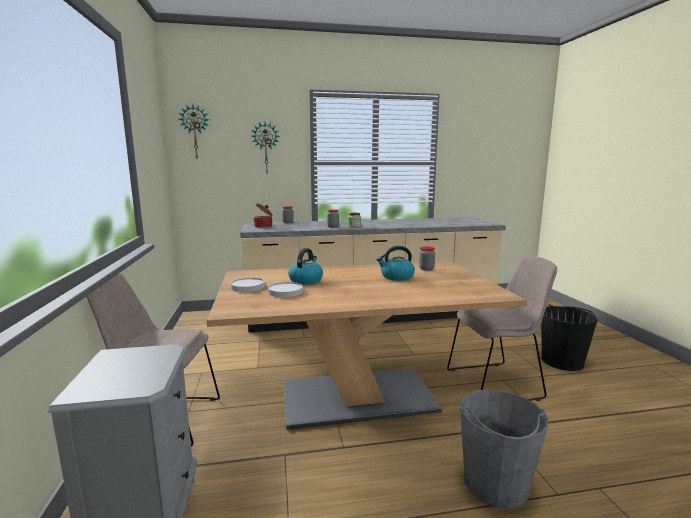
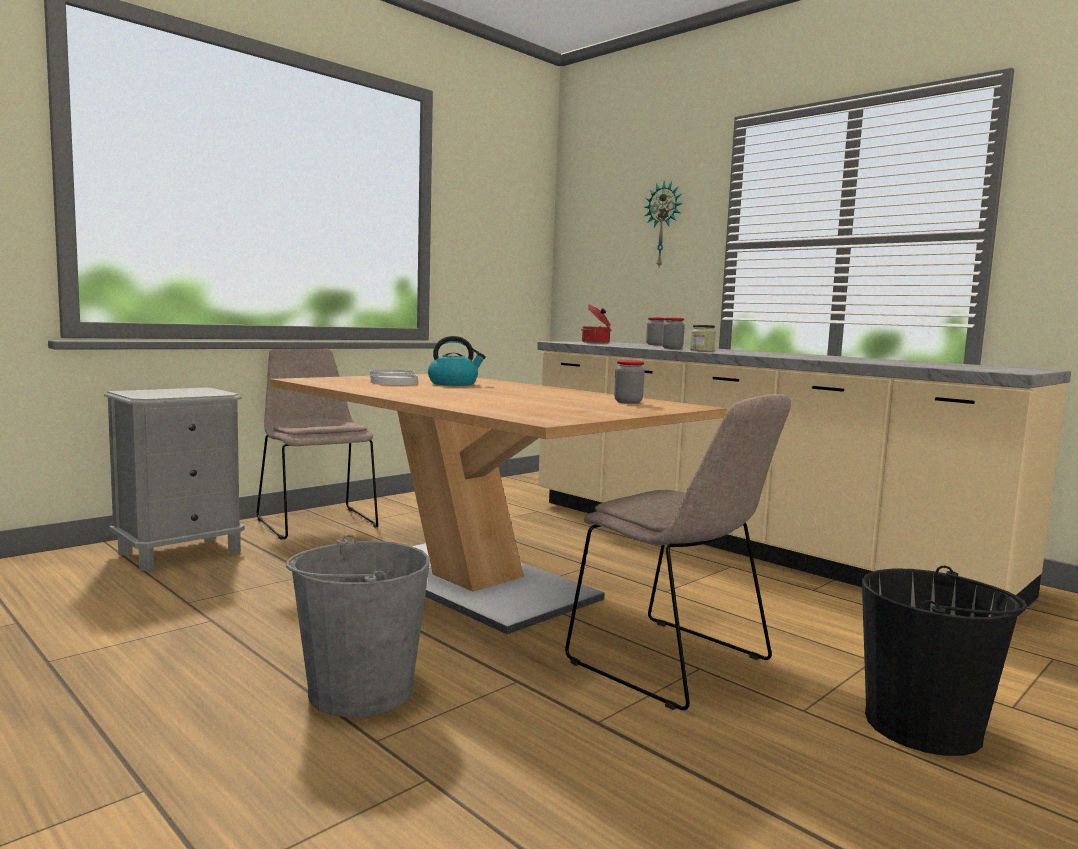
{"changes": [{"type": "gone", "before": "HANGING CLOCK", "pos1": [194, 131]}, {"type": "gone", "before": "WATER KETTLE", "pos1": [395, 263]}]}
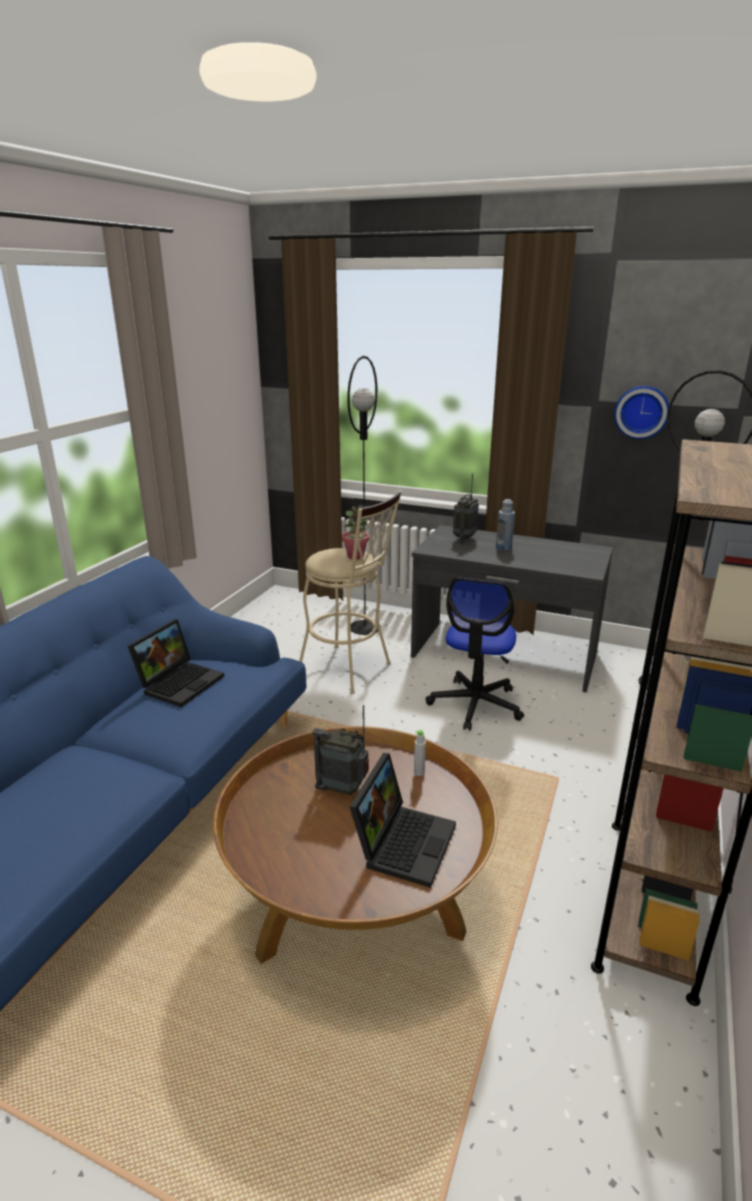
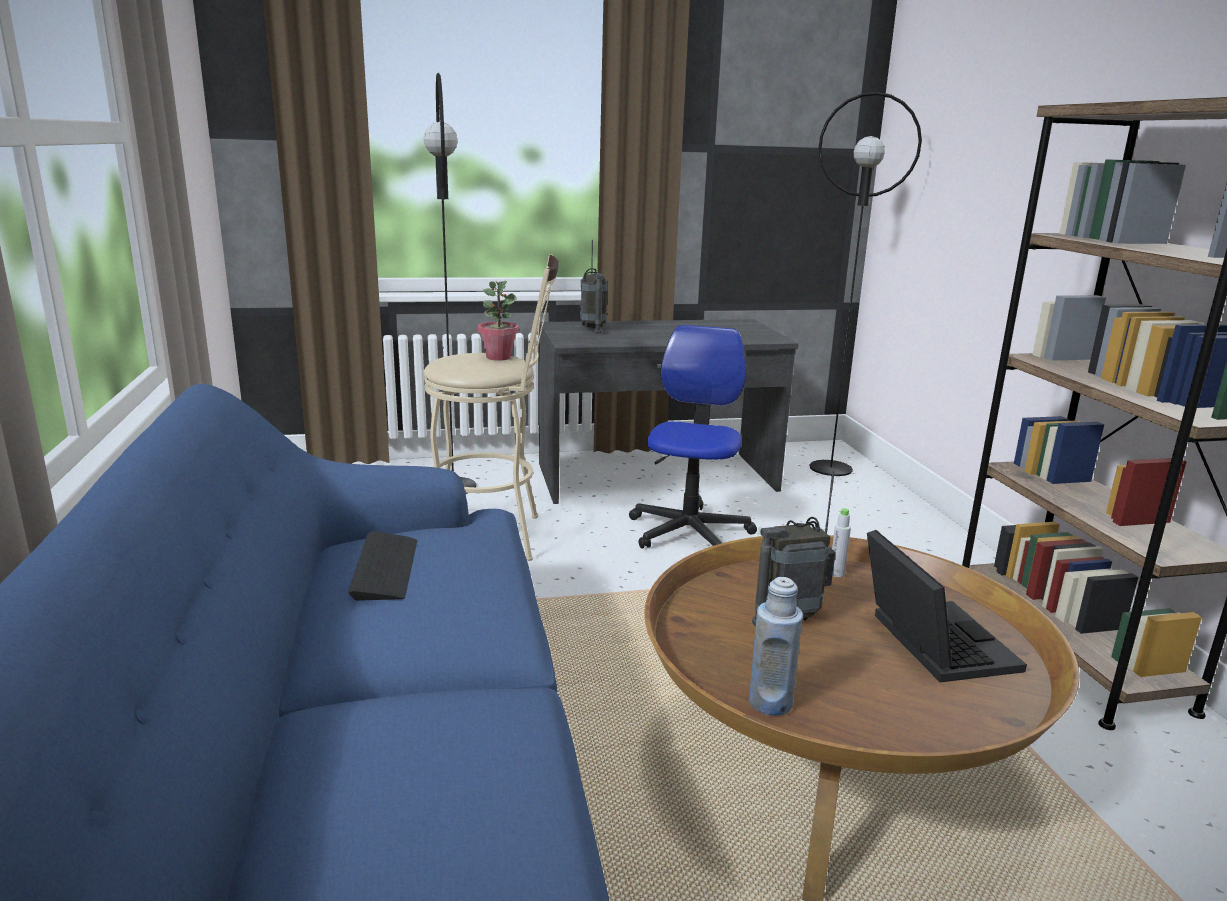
{"changes": [{"type": "gone", "before": "HANGING CLOCK", "pos1": [641, 412]}, {"type": "shifted", "before": "BLUE-COLOURED BEVERAGE BOTTLE", "pos1": [505, 524], "pos2": [776, 646]}, {"type": "rotated", "before": "DESK CHAIR", "pos1": [475, 654], "pos2": [693, 437], "turn": -150}, {"type": "swapped", "before": "PORTABLE COMPUTER", "after": "PC KEYBOARD", "pos1": [176, 663], "pos2": [382, 566]}]}
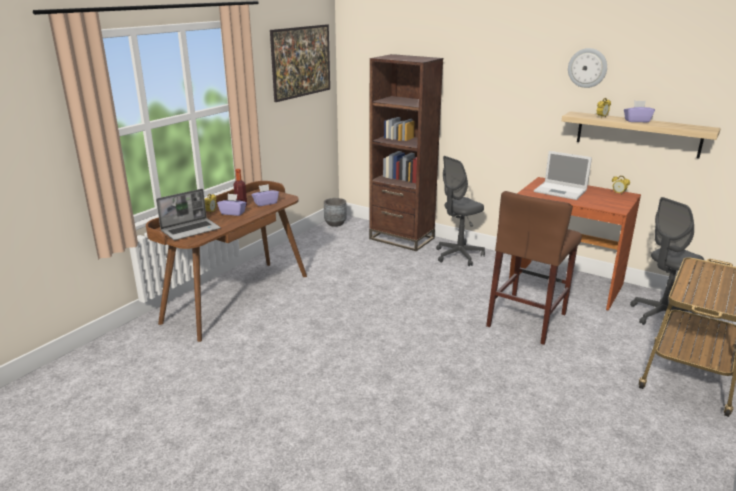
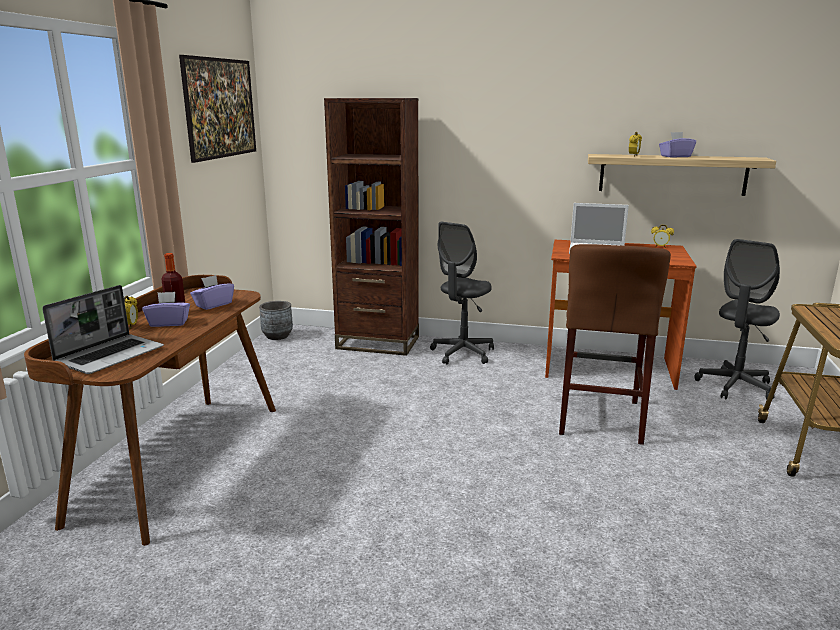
{"changes": [{"type": "gone", "before": "HANGING CLOCK", "pos1": [587, 68]}]}
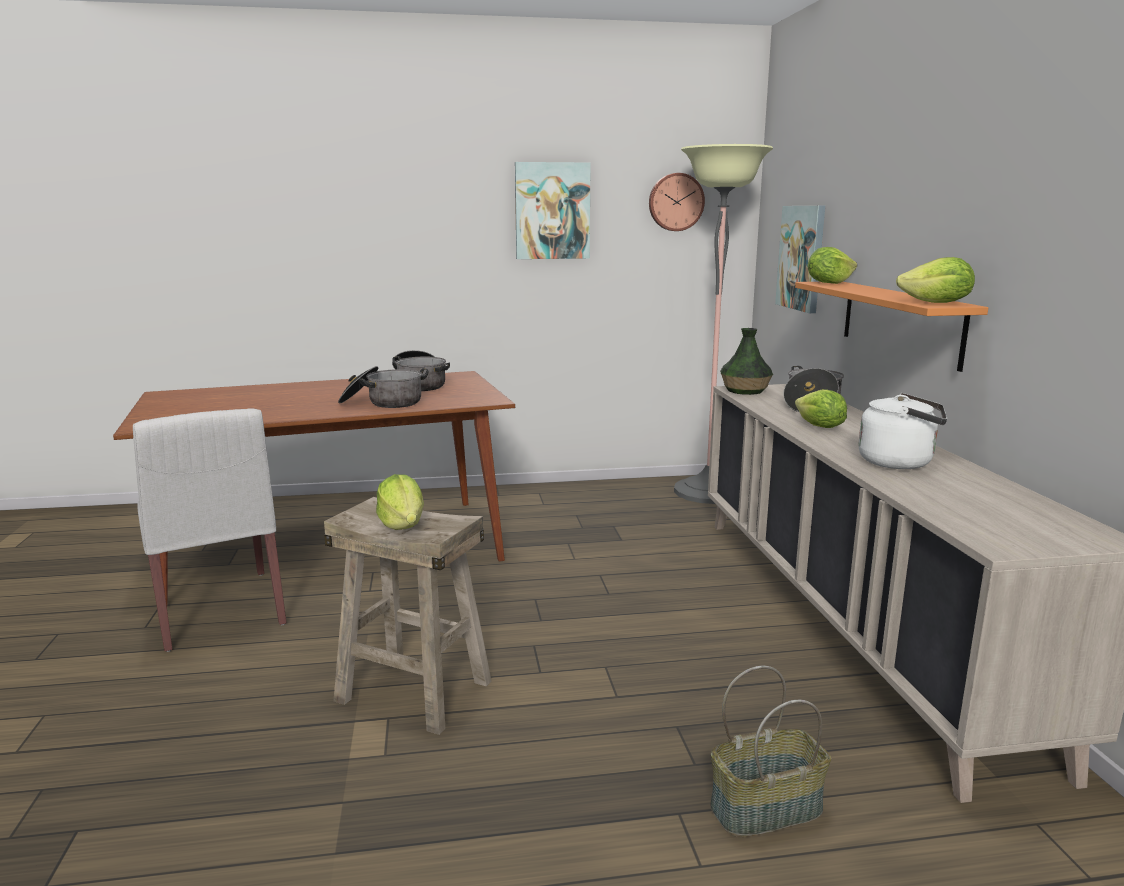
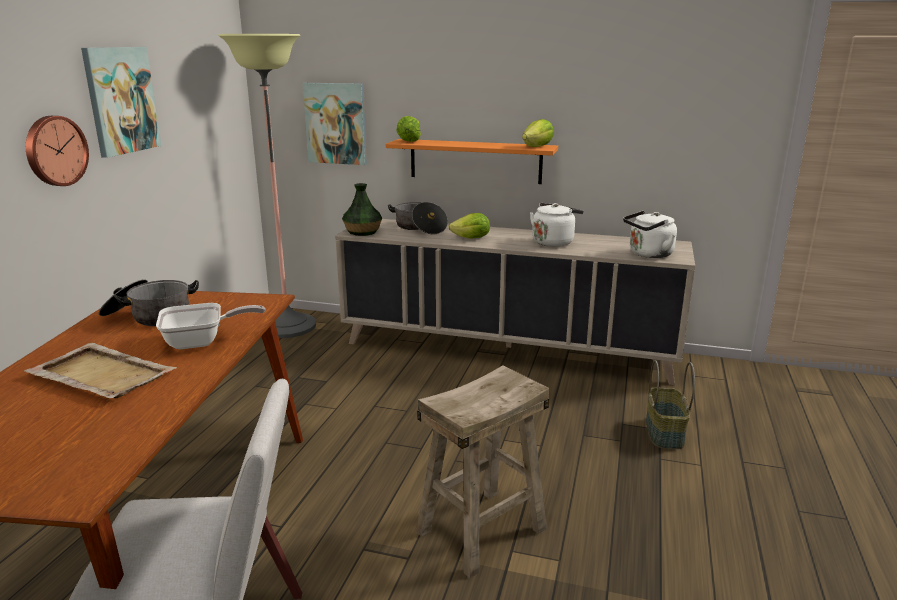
{"changes": [{"type": "shifted", "before": "HANGING CLOCK", "pos1": [677, 202], "pos2": [57, 151]}, {"type": "swapped", "before": "STOCKPOT", "after": "PAN", "pos1": [383, 387], "pos2": [210, 326]}, {"type": "gone", "before": "LETTUCE HEAD", "pos1": [400, 502]}, {"type": "new", "after": "WHITE-COLOURED WATER KETTLE", "pos2": [650, 234]}, {"type": "new", "after": "SAND-COLOURED TRAY", "pos2": [100, 370]}]}
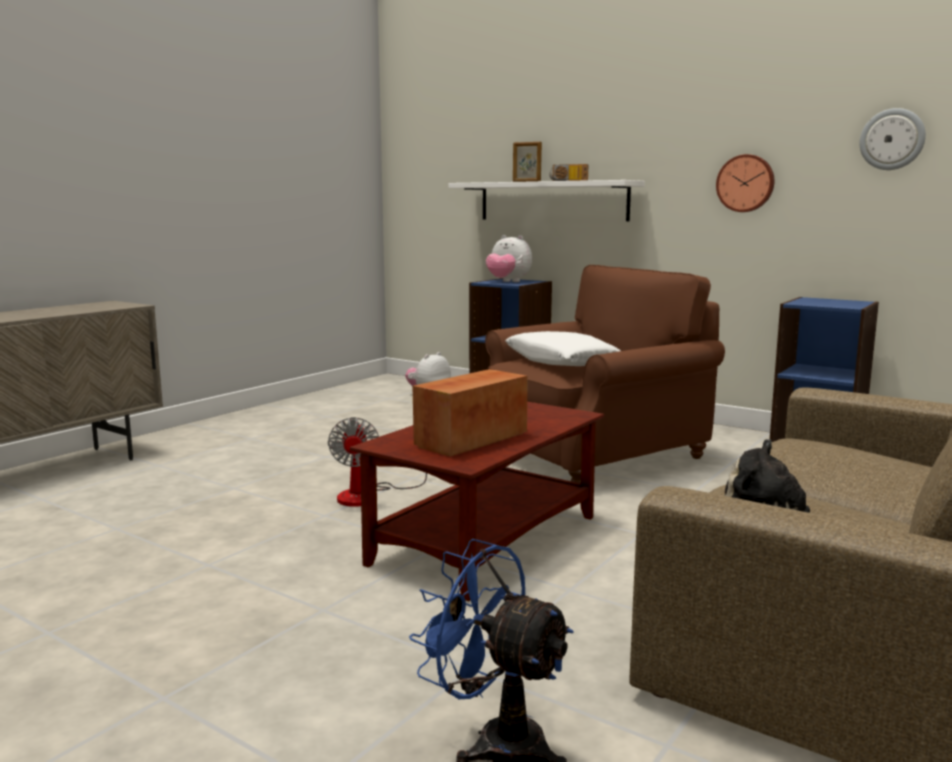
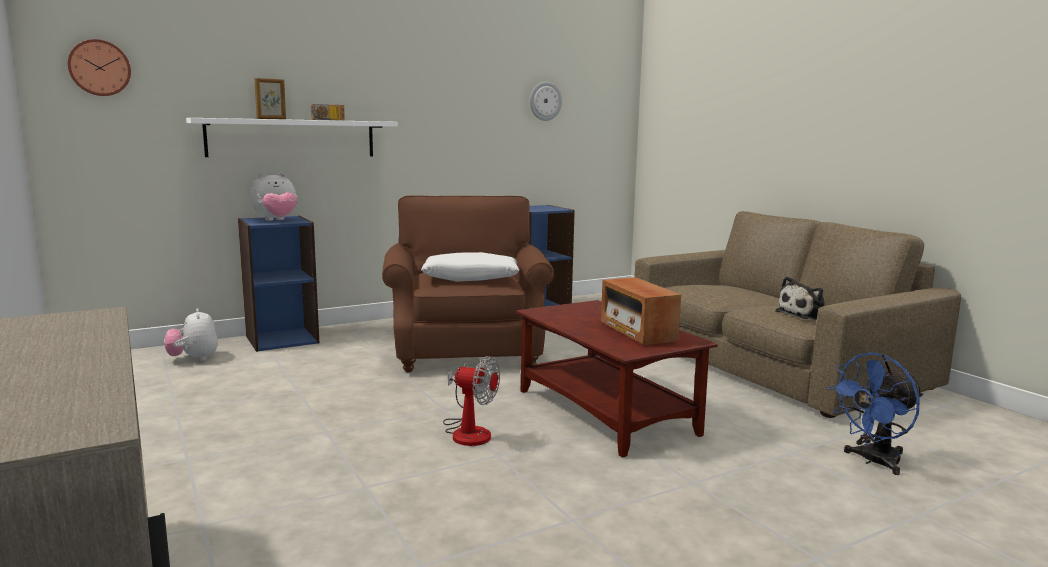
{"changes": [{"type": "shifted", "before": "HANGING CLOCK", "pos1": [745, 183], "pos2": [99, 67]}]}
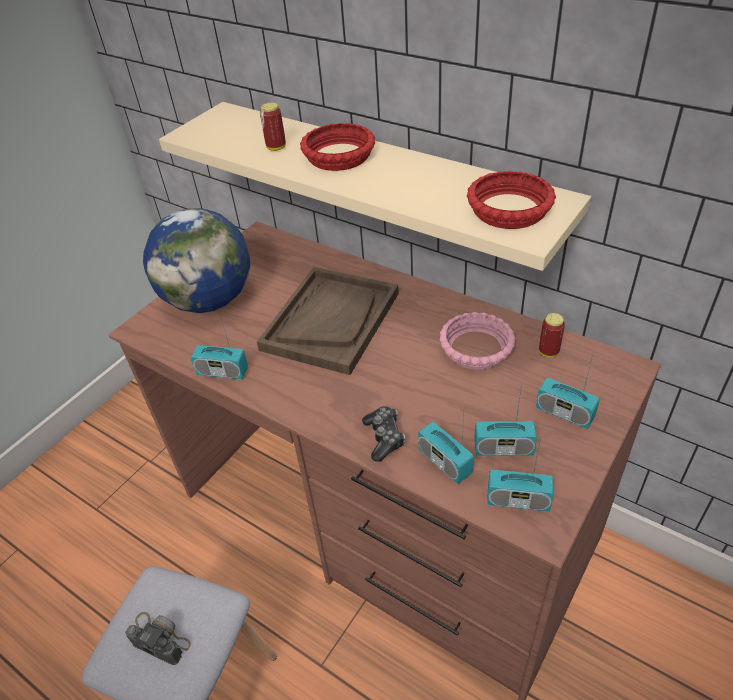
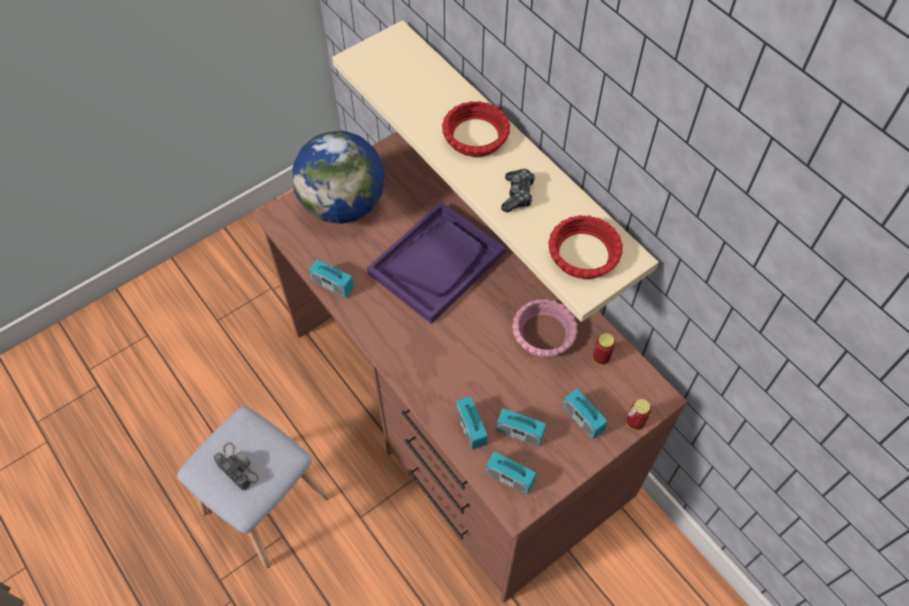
{"changes": [{"type": "shifted", "before": "METAL CAN", "pos1": [273, 127], "pos2": [638, 414]}, {"type": "repainted", "before": "BROWN TRAY", "after": "PURPLE-COLOURED TRAY", "pos1": [328, 321], "pos2": [436, 263]}, {"type": "shifted", "before": "GAME CONTROLLER", "pos1": [383, 434], "pos2": [518, 190]}]}
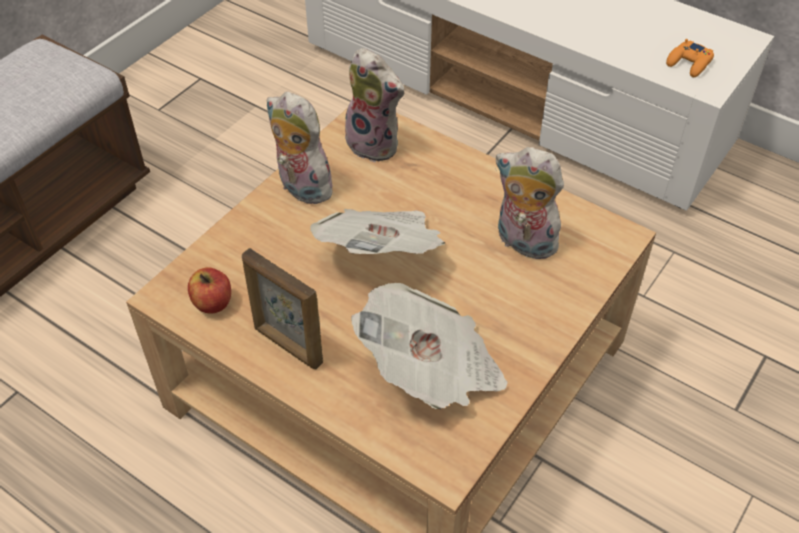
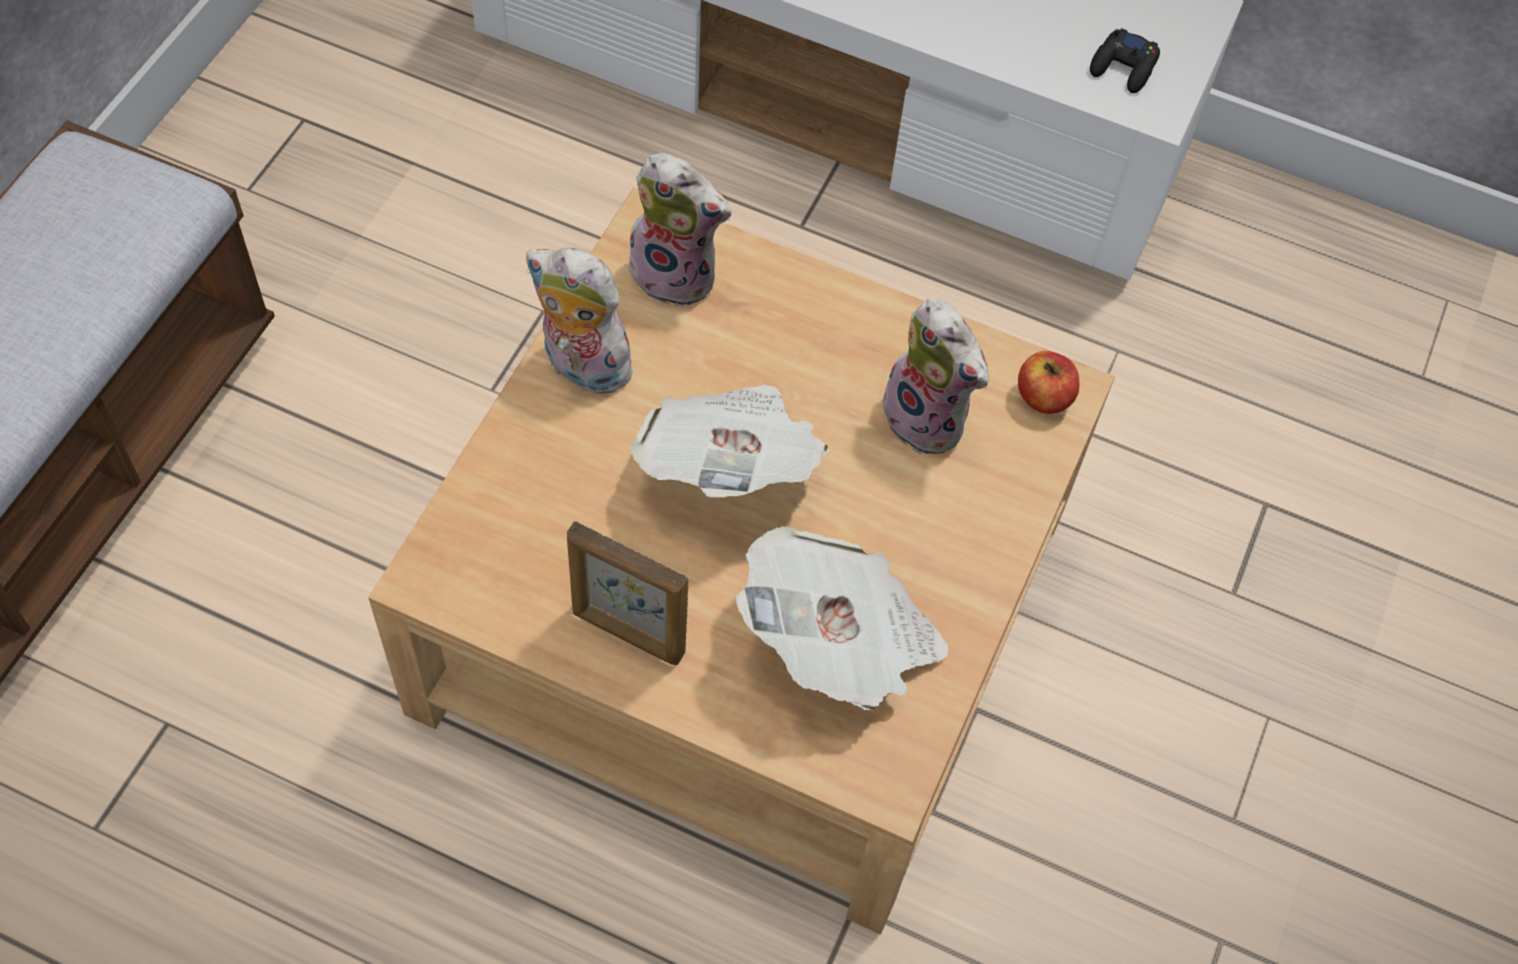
{"changes": [{"type": "repainted", "before": "ORANGE-COLOURED GAME CONTROLLER", "after": "BLACKISH GAME CONTROLLER", "pos1": [690, 58], "pos2": [1125, 60]}, {"type": "rotated", "before": "SOFT TOY", "pos1": [529, 204], "pos2": [933, 376], "turn": -150}, {"type": "shifted", "before": "APPLE FRUIT", "pos1": [209, 290], "pos2": [1049, 382]}]}
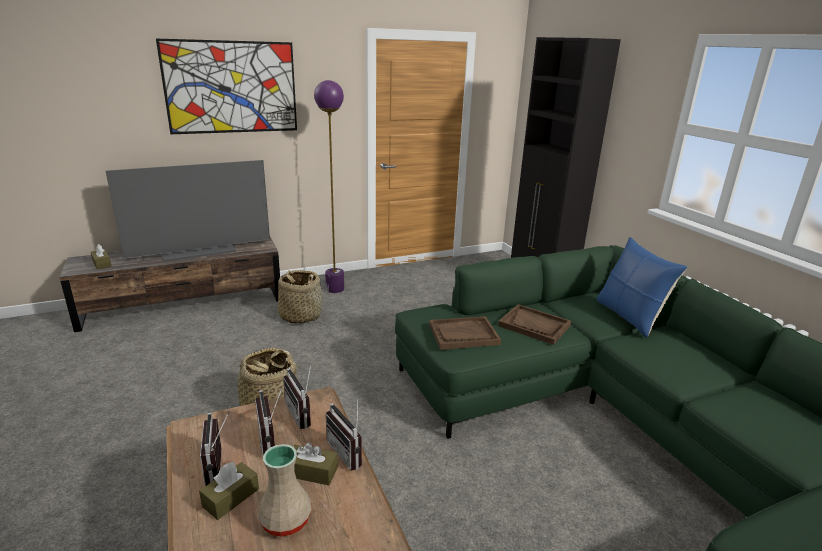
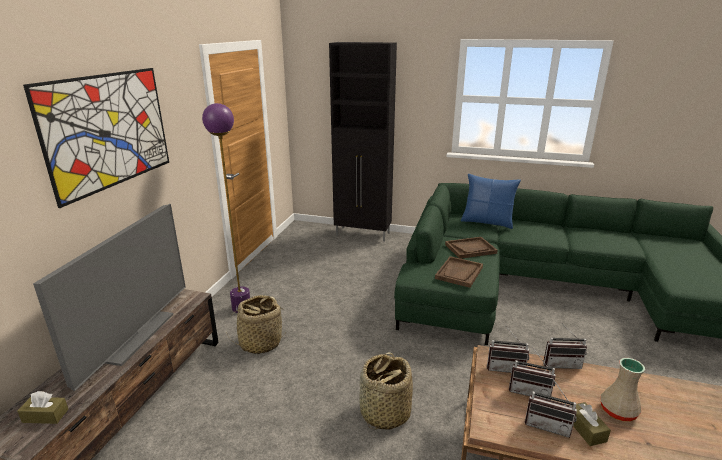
{"changes": [{"type": "gone", "before": "BROWN TISSUE HOLDER", "pos1": [315, 463]}]}
